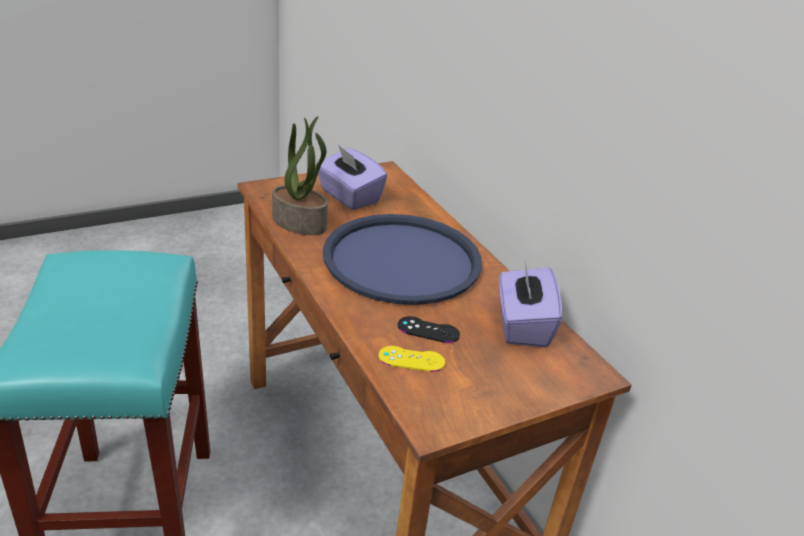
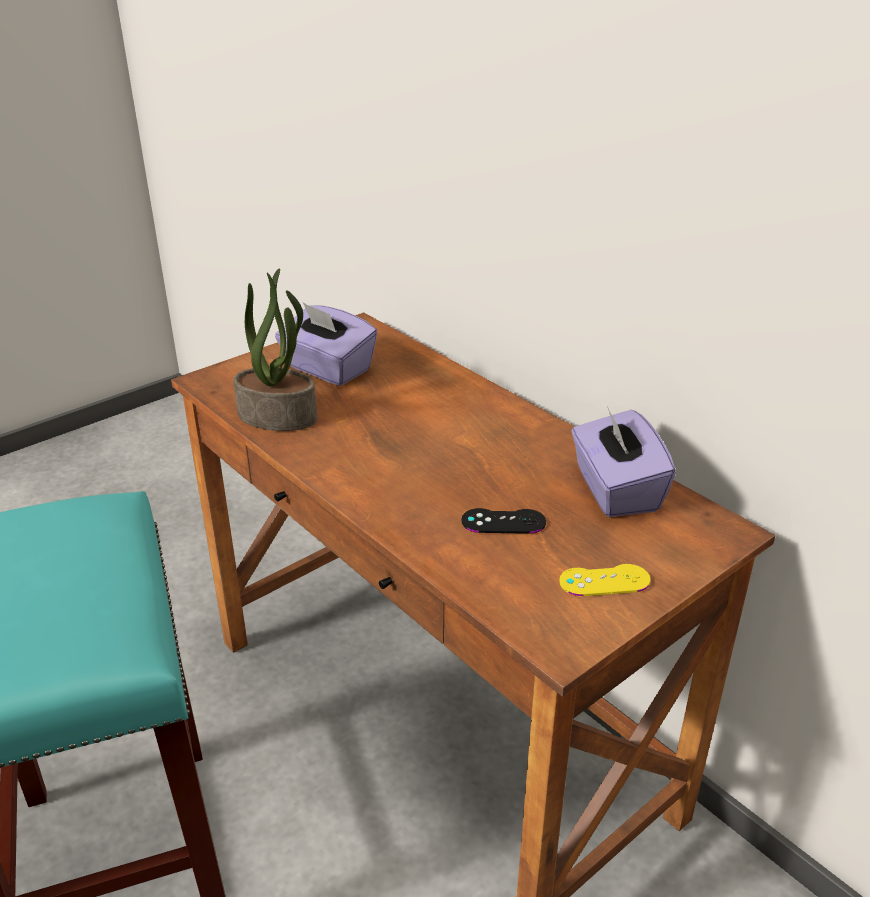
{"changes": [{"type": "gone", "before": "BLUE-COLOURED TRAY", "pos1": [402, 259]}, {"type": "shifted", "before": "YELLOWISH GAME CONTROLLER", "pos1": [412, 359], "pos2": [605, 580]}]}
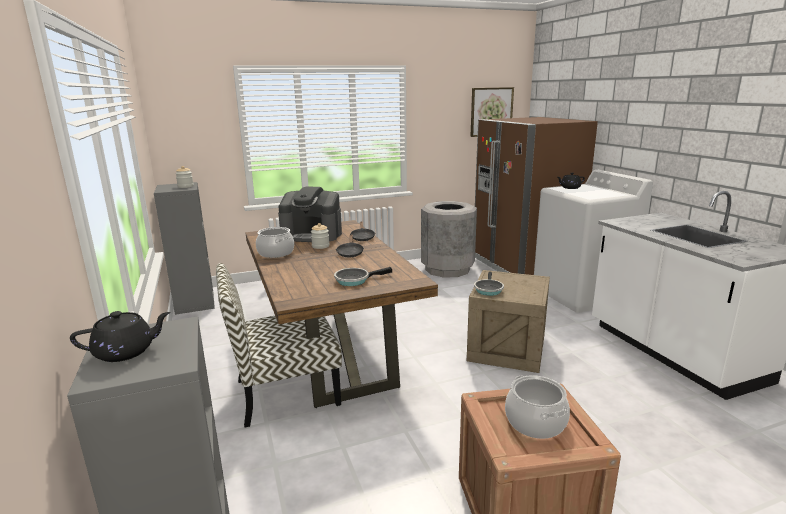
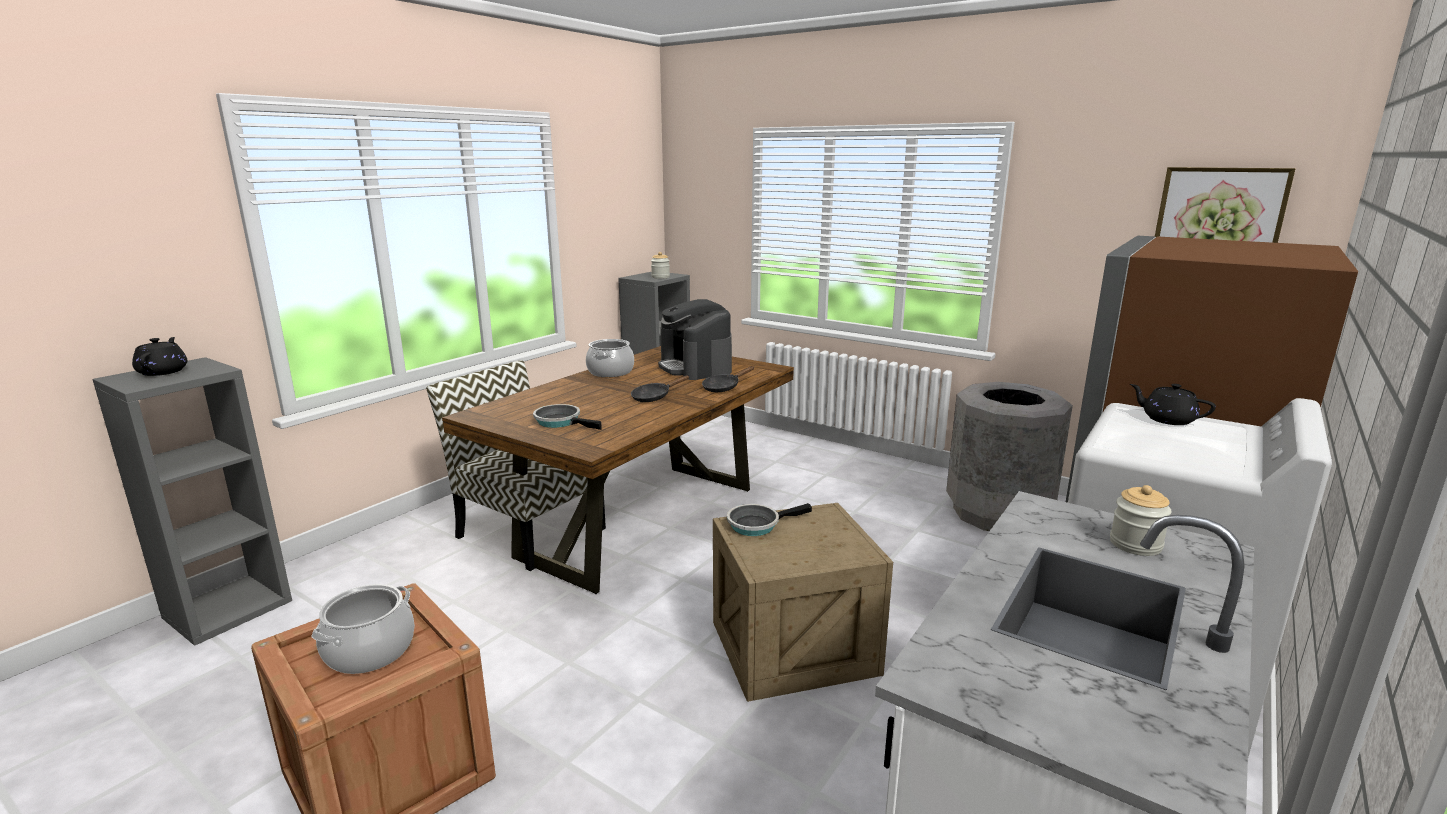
{"changes": [{"type": "shifted", "before": "STORAGE JAR", "pos1": [320, 236], "pos2": [1141, 520]}, {"type": "rotated", "before": "BLACKISH TEA POT", "pos1": [120, 336], "pos2": [159, 356], "turn": -135}]}
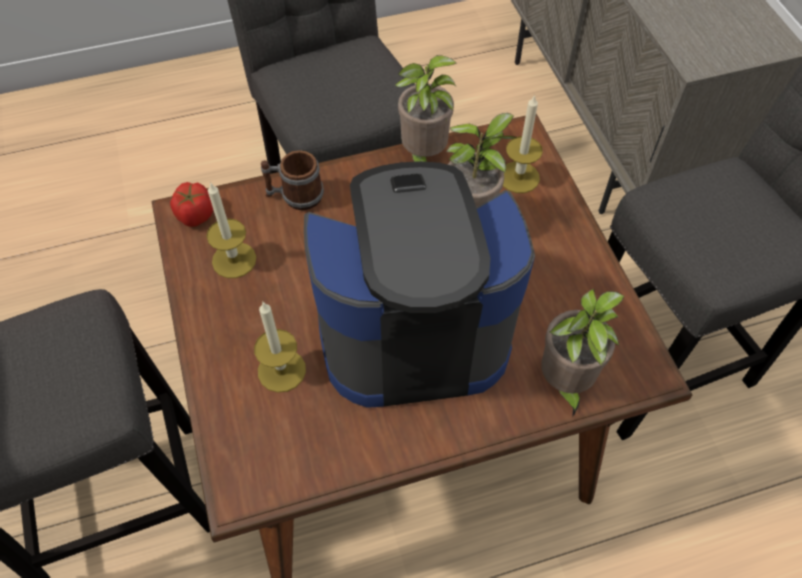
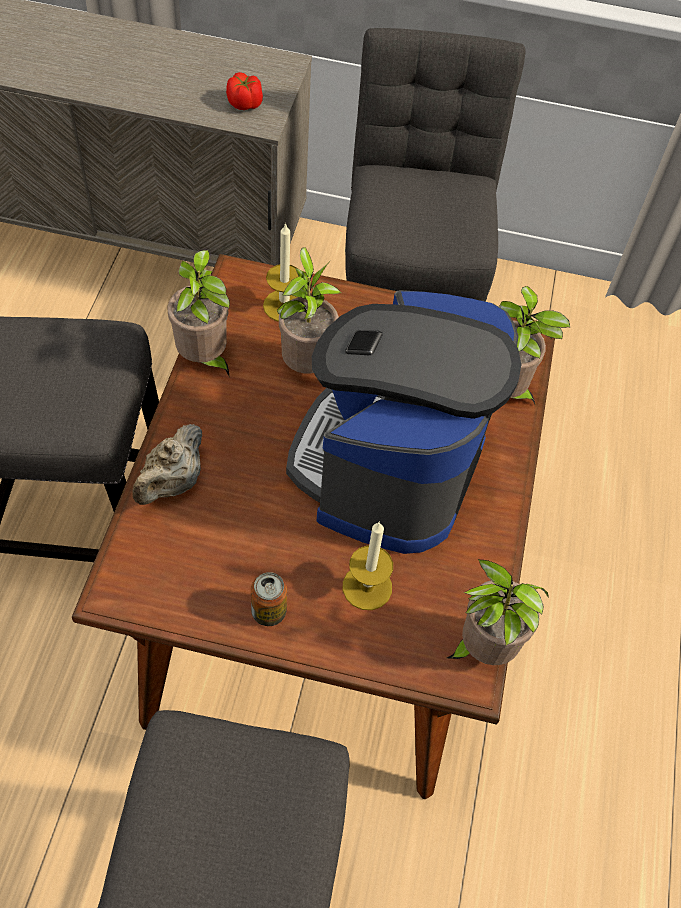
{"changes": [{"type": "swapped", "before": "MUG", "after": "SAND-COLOURED TEA POT", "pos1": [292, 180], "pos2": [167, 464]}, {"type": "shifted", "before": "FRESH TOMATO", "pos1": [191, 204], "pos2": [244, 91]}, {"type": "gone", "before": "WAX LIGHT", "pos1": [231, 230]}, {"type": "new", "after": "POTTED PLANT", "pos2": [498, 612]}, {"type": "new", "after": "METAL CAN", "pos2": [269, 599]}]}
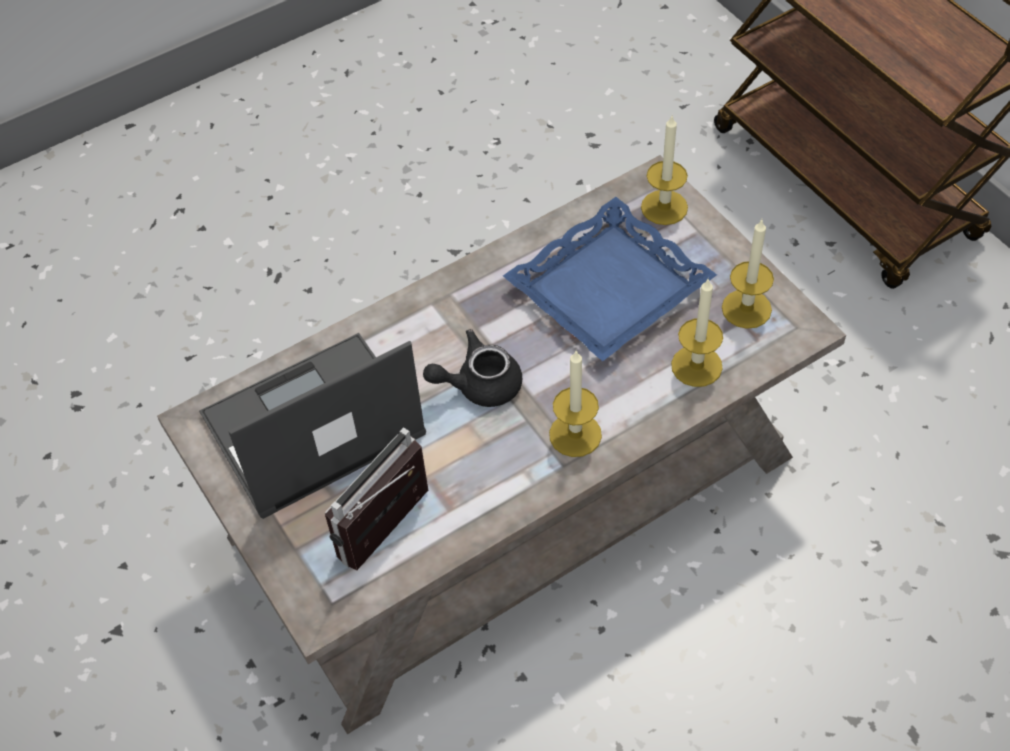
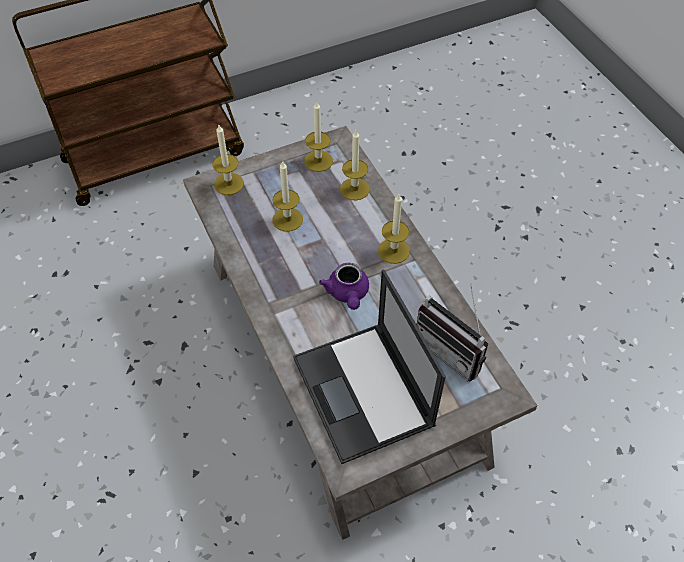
{"changes": [{"type": "swapped", "before": "BLUE-COLOURED TRAY", "after": "WAX LIGHT", "pos1": [610, 279], "pos2": [287, 196]}, {"type": "repainted", "before": "BLACKISH TEA POT", "after": "PURPLE-COLOURED TEA POT", "pos1": [472, 368], "pos2": [344, 286]}]}
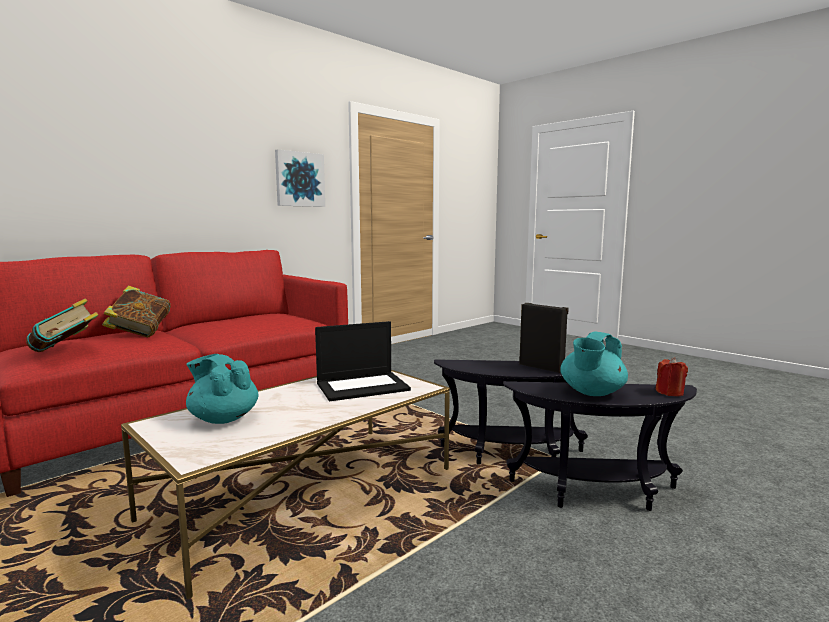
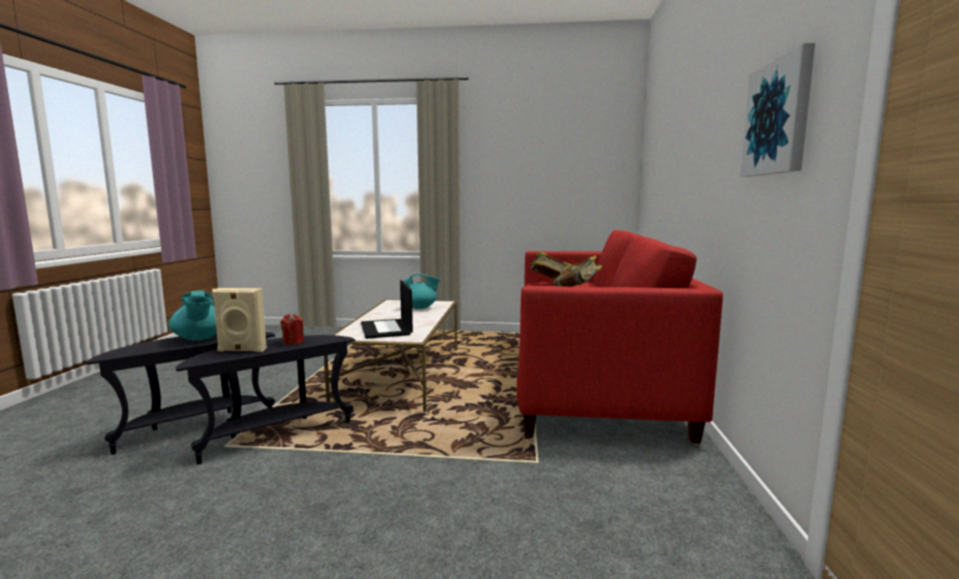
{"changes": [{"type": "repainted", "before": "BLACKISH LOUDSPEAKER", "after": "SAND-COLOURED LOUDSPEAKER", "pos1": [544, 338], "pos2": [239, 320]}, {"type": "rotated", "before": "PORTABLE COMPUTER", "pos1": [363, 361], "pos2": [387, 309], "turn": -45}, {"type": "rotated", "before": "TURQUOISE-COLOURED TEA POT", "pos1": [594, 363], "pos2": [192, 316], "turn": 150}, {"type": "shifted", "before": "RED WAX LIGHT", "pos1": [672, 376], "pos2": [292, 329]}]}
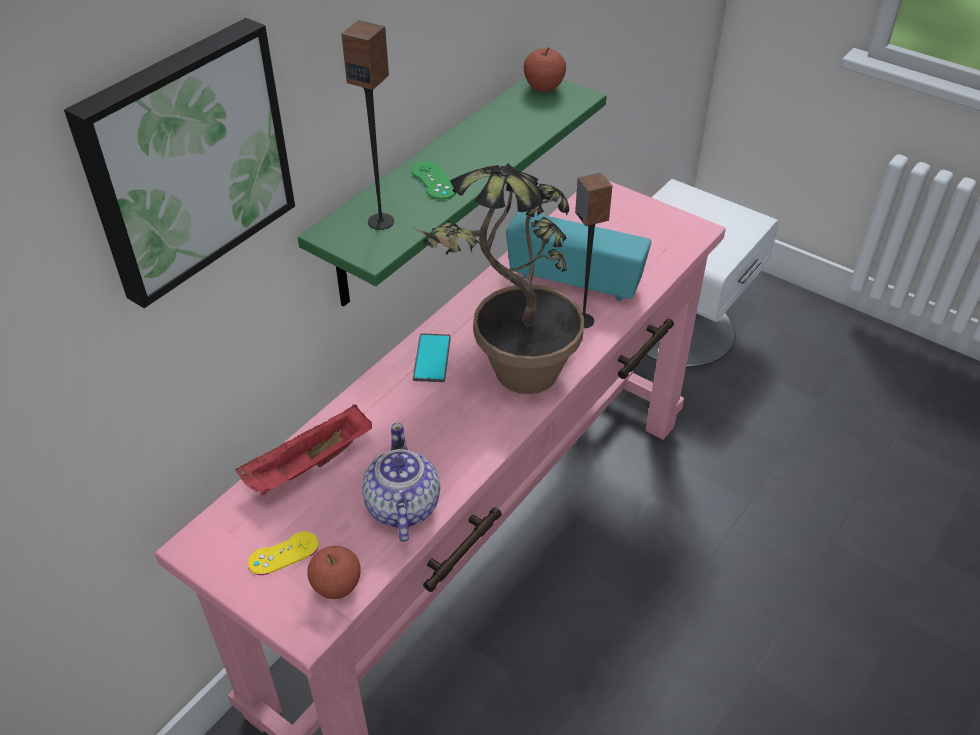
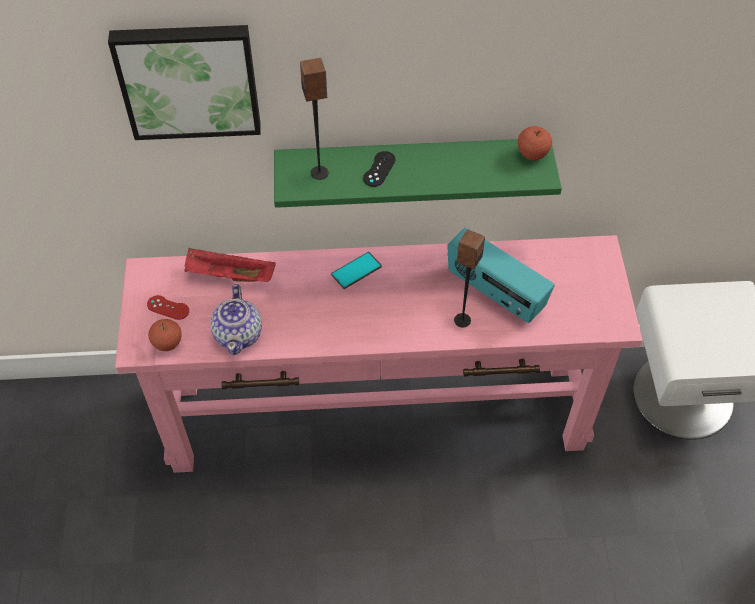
{"changes": [{"type": "repainted", "before": "GREENISH GAME CONTROLLER", "after": "BLACKISH GAME CONTROLLER", "pos1": [434, 180], "pos2": [379, 169]}, {"type": "gone", "before": "POTTED PLANT", "pos1": [497, 278]}, {"type": "rotated", "before": "RADIO RECEIVER", "pos1": [579, 256], "pos2": [501, 275], "turn": 150}, {"type": "rotated", "before": "TEA POT", "pos1": [401, 482], "pos2": [236, 319], "turn": 135}, {"type": "repainted", "before": "YELLOWISH GAME CONTROLLER", "after": "RED GAME CONTROLLER", "pos1": [283, 553], "pos2": [168, 307]}]}
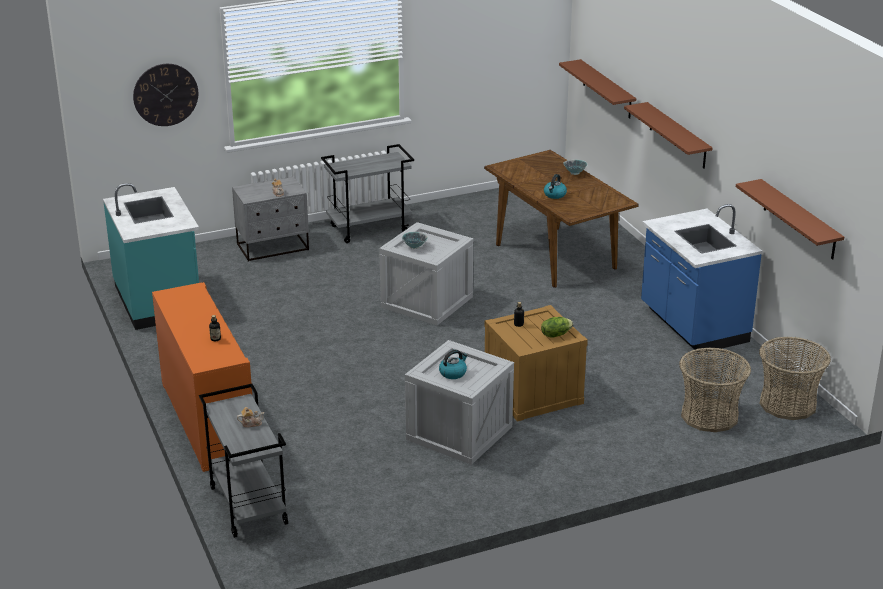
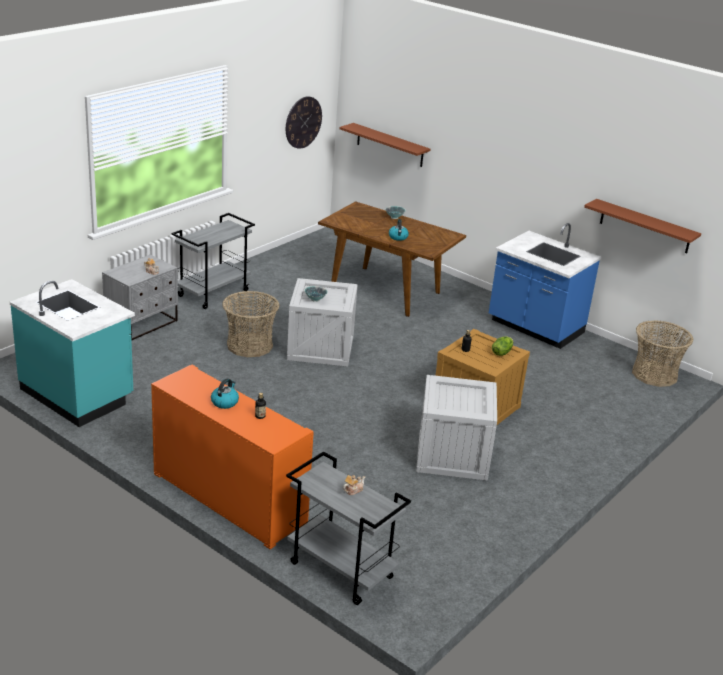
{"changes": [{"type": "shifted", "before": "HANGING CLOCK", "pos1": [165, 95], "pos2": [304, 122]}, {"type": "gone", "before": "BROWN BRACKET SHELF", "pos1": [668, 135]}, {"type": "shifted", "before": "BASKET", "pos1": [715, 389], "pos2": [250, 324]}, {"type": "shifted", "before": "WATER KETTLE", "pos1": [453, 364], "pos2": [225, 393]}]}
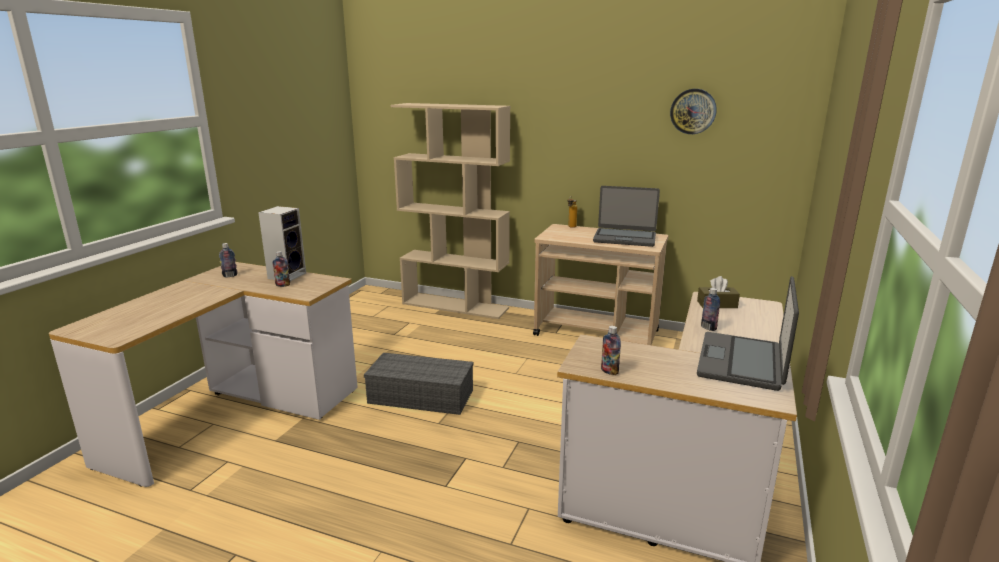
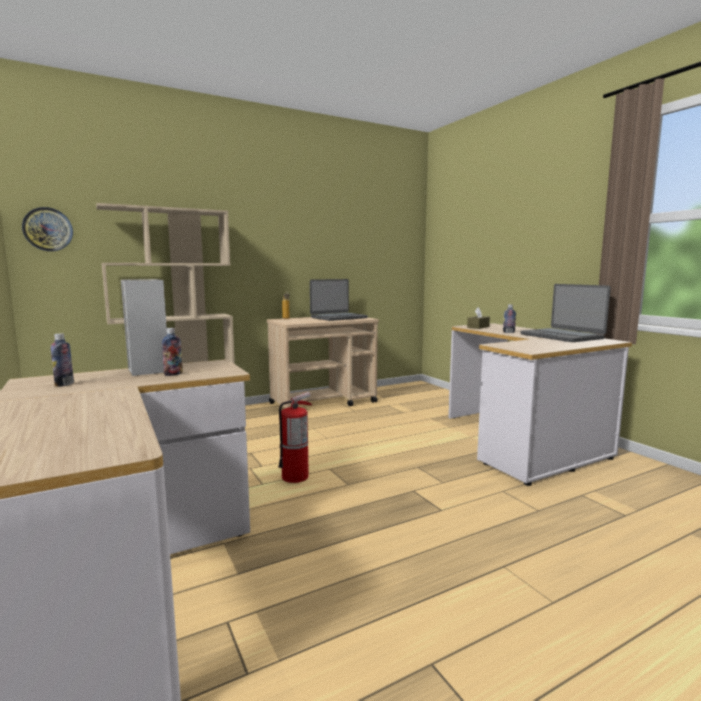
{"changes": [{"type": "shifted", "before": "HANGING CLOCK", "pos1": [693, 111], "pos2": [47, 229]}, {"type": "gone", "before": "BEVERAGE BOTTLE", "pos1": [611, 350]}, {"type": "swapped", "before": "GREY STORAGE BIN", "after": "EXTINGUISHER", "pos1": [418, 384], "pos2": [295, 437]}]}
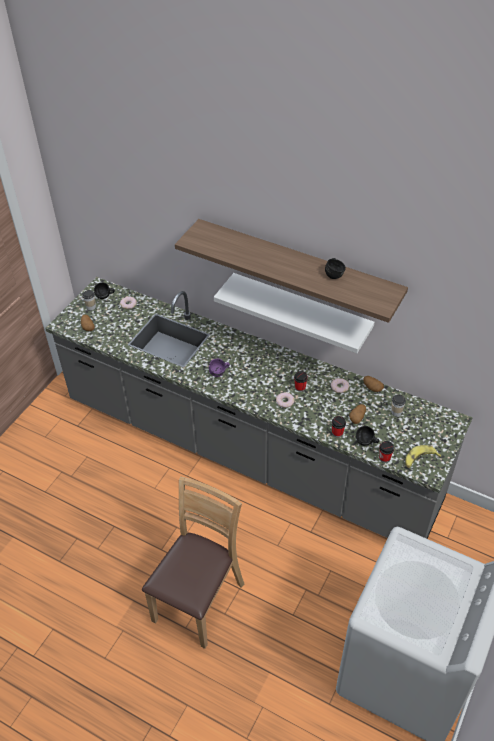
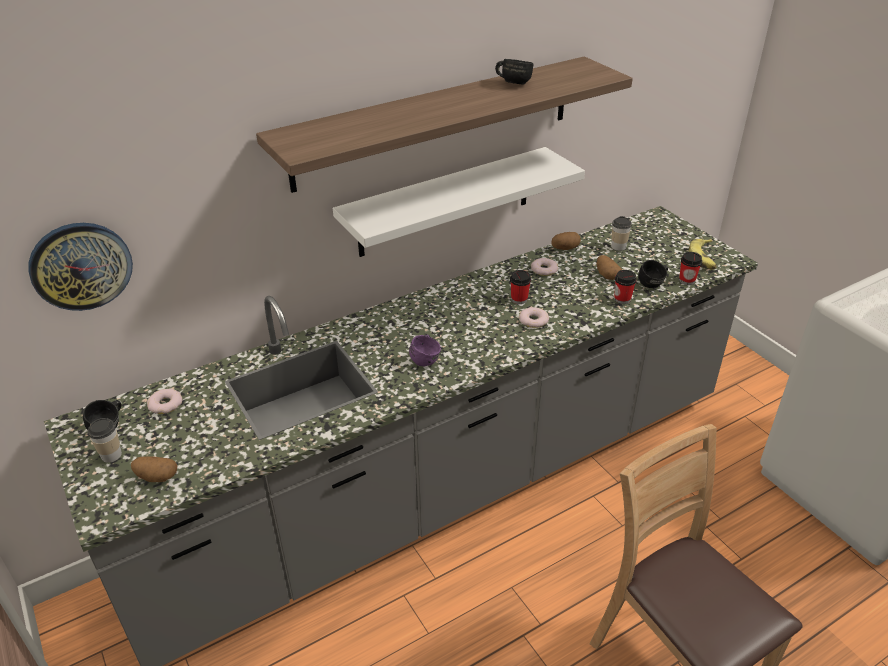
{"changes": [{"type": "new", "after": "HANGING CLOCK", "pos2": [80, 267]}]}
